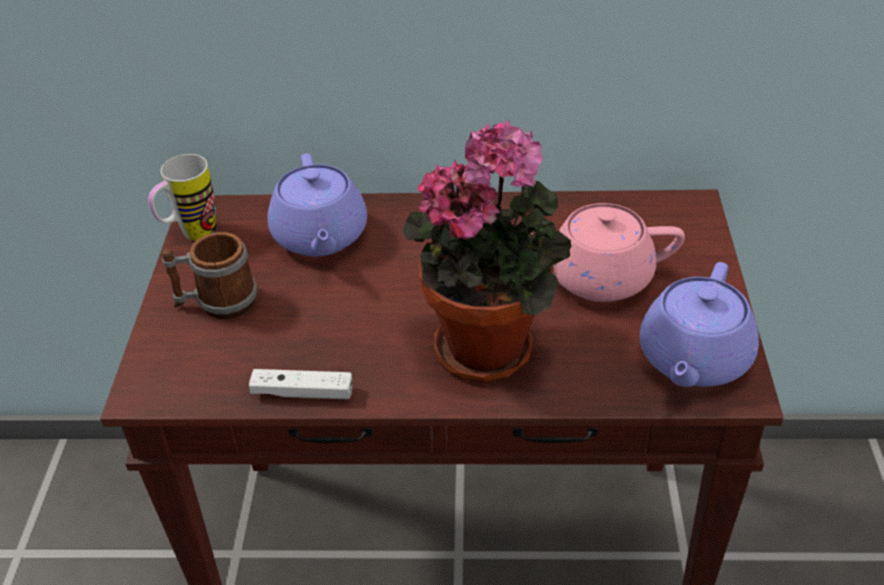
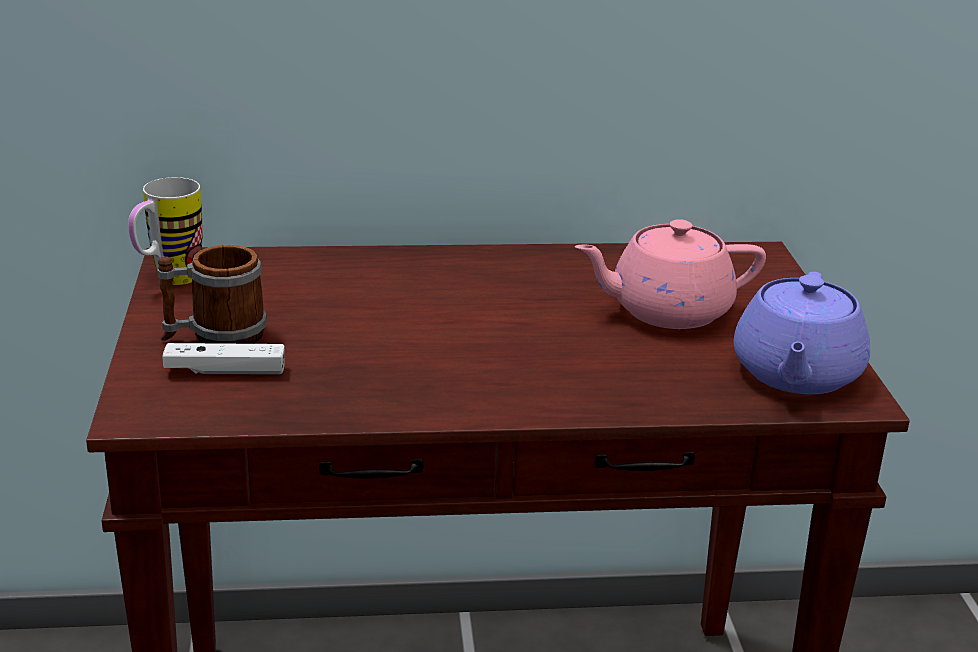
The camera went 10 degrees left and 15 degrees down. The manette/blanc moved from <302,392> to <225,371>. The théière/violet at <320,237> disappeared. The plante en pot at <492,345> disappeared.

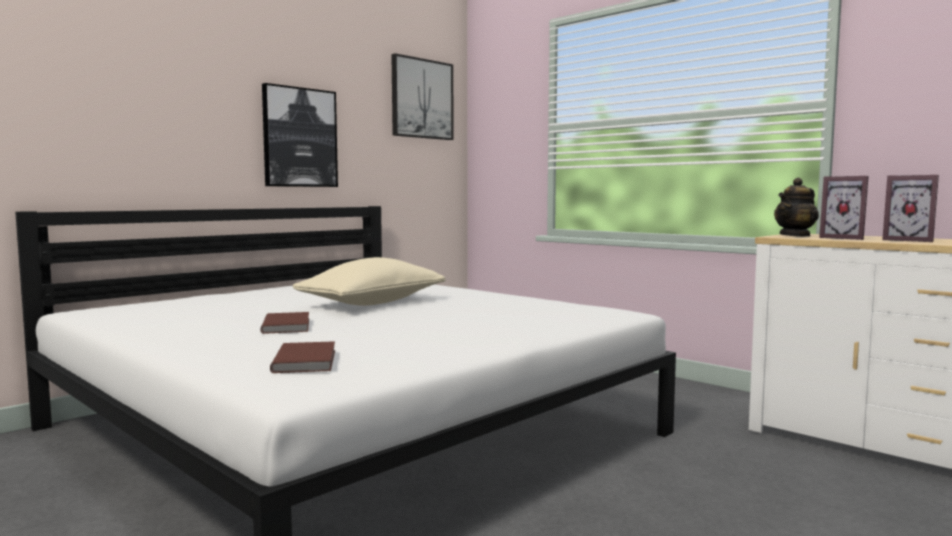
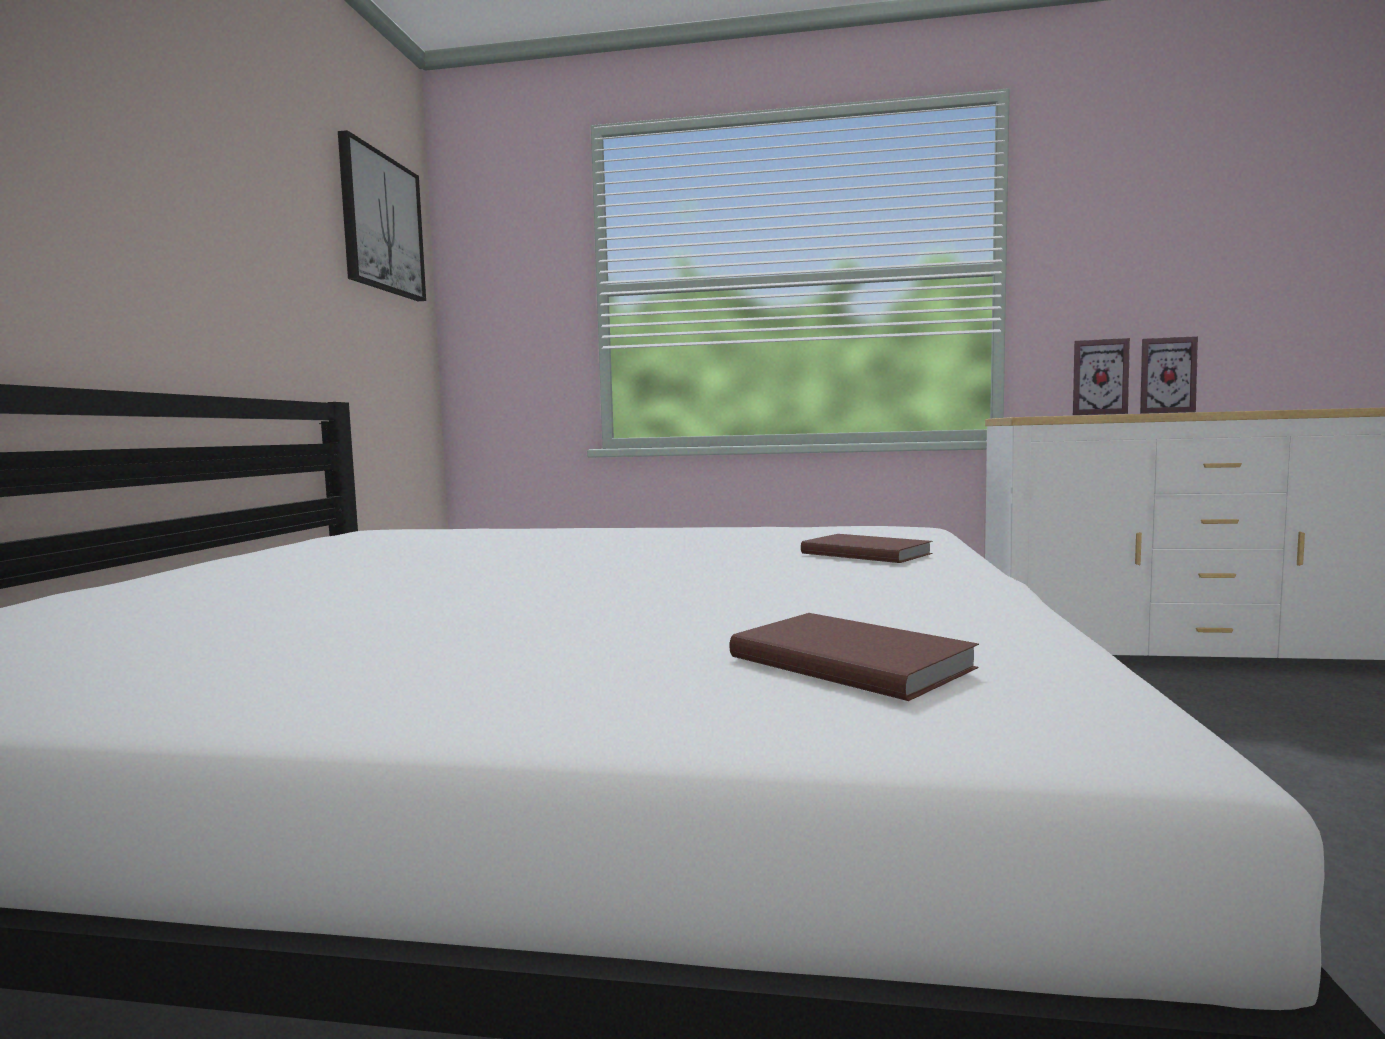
The camera went 35 degrees left and 0 degrees up. The livre/marron moved from <288,325> to <865,553>. The tableau at <299,137> disappeared. The coussin/beige at <372,303> disappeared. The théière at <795,235> disappeared.

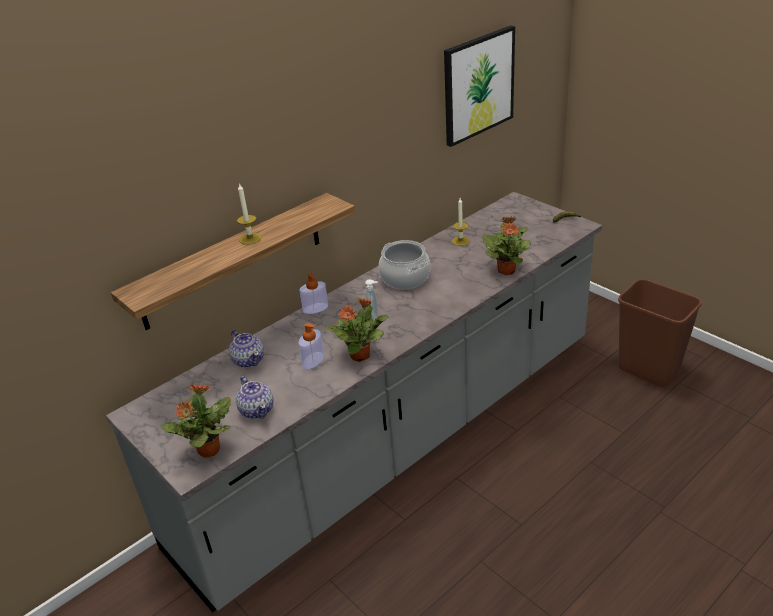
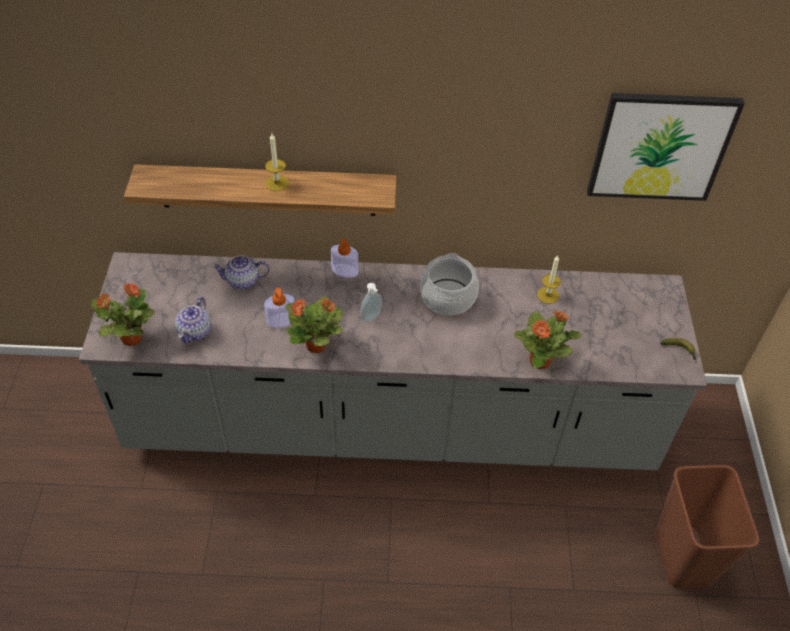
The camera went 40 degrees right and 15 degrees up. The théière at <248,360> turned 75 degrees clockwise.

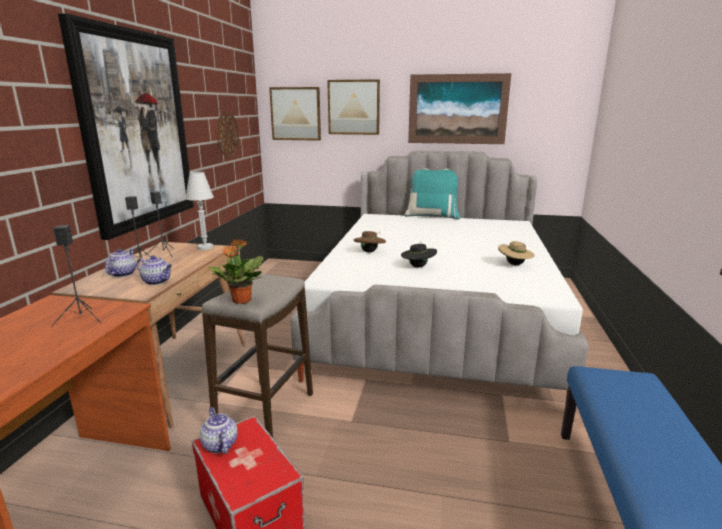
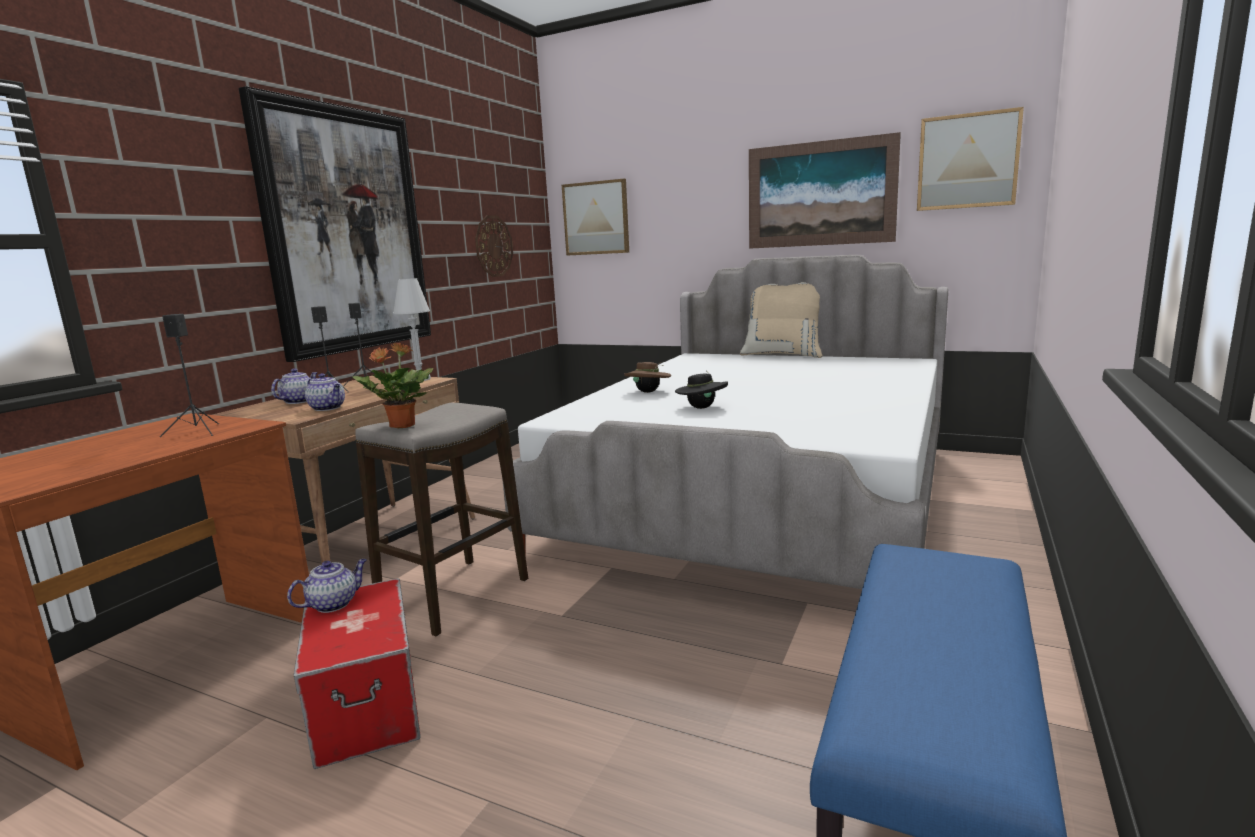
The camera went 15 degrees right and 5 degrees down. The théière at <219,444> turned 60 degrees clockwise. The coussin/turquoise at <432,216> became the coussin/beige at <783,354>. The tableau moved from <354,107> to <967,161>. The chapeau/beige at <514,264> disappeared.

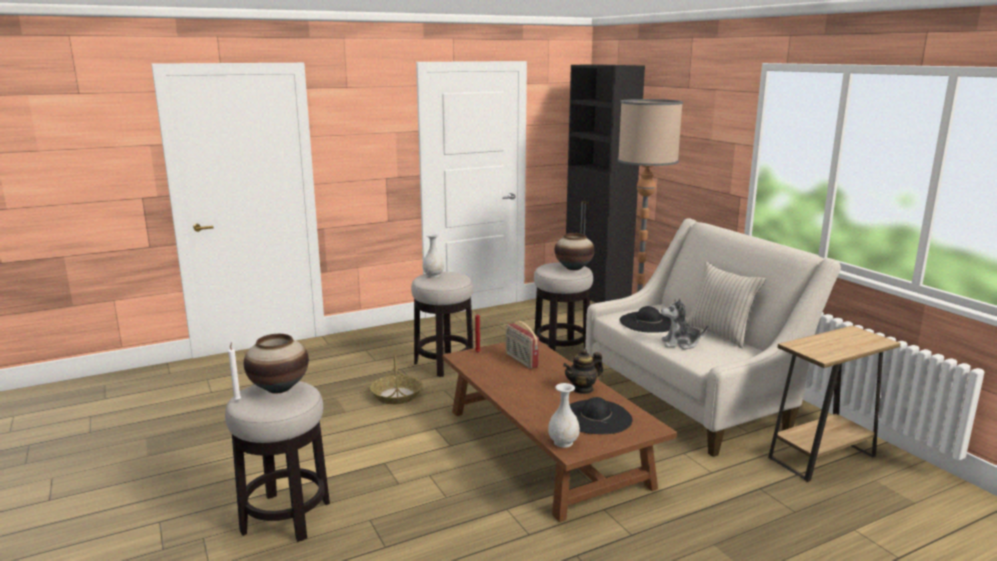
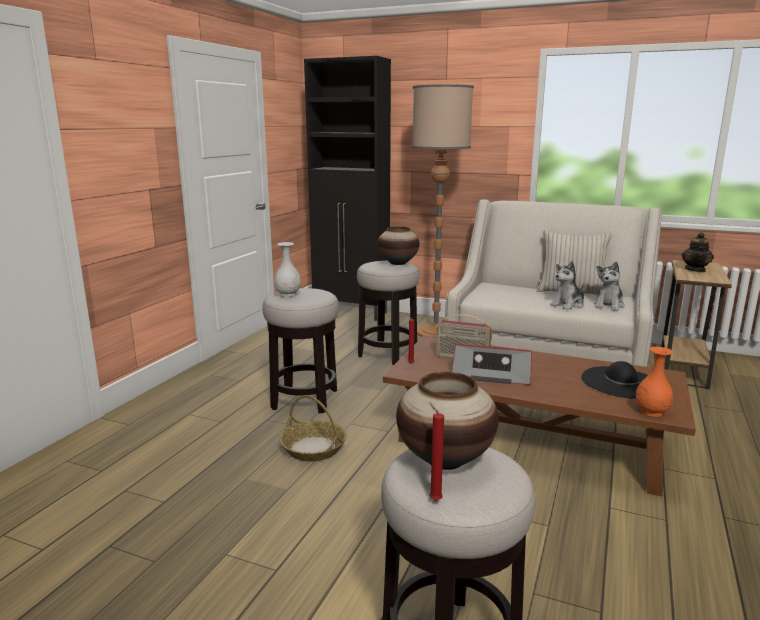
The camera went 40 degrees left and 0 degrees up. The bougie/blanc at <237,400> became the bougie/rouge at <434,499>. The radio at <491,374> appeared. The peluche at <608,305> appeared. The vase/blanc at <563,442> became the vase/orange at <651,411>. The théière moved from <582,389> to <695,270>. The chapeau/noir at <648,322> disappeared.

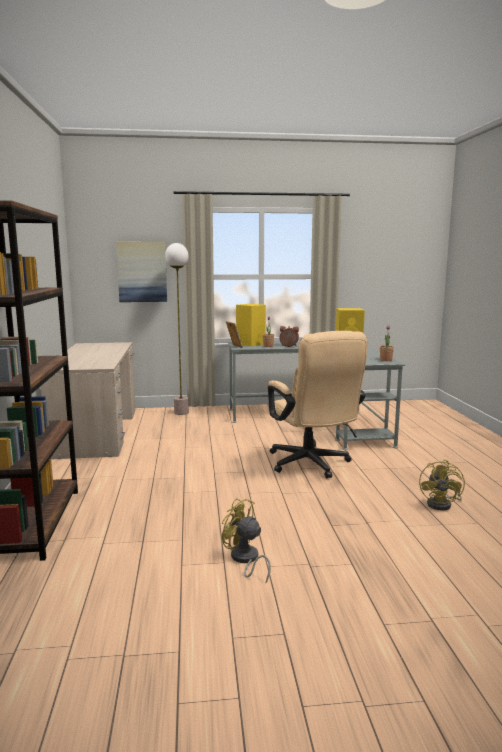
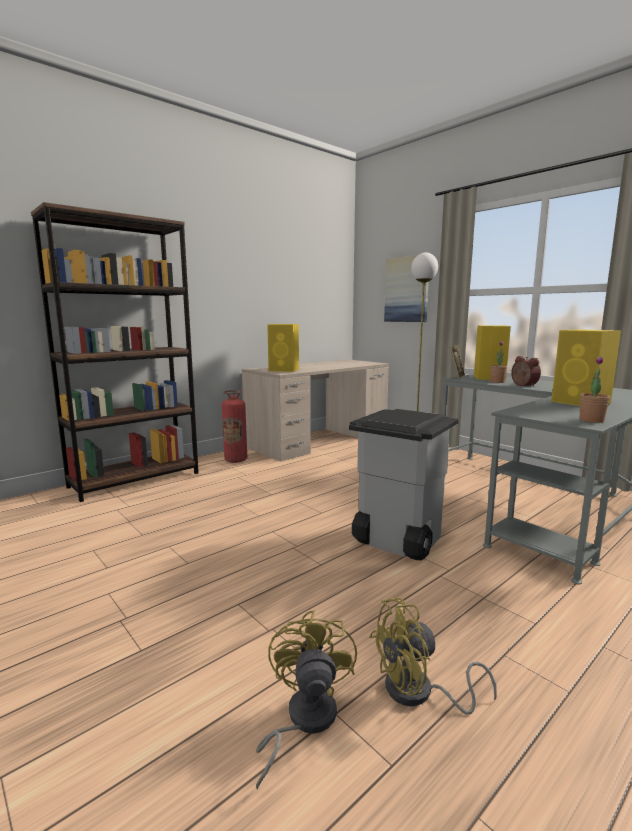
The camera went 55 degrees right and 0 degrees up. The extincteur at <236,460> appeared. The ventilateur/jaune moved from <245,560> to <303,720>. The enceinte/jaune at <284,370> appeared. The chaise de bureau/beige at <312,465> was replaced by the poubelle/gris at <396,540>.

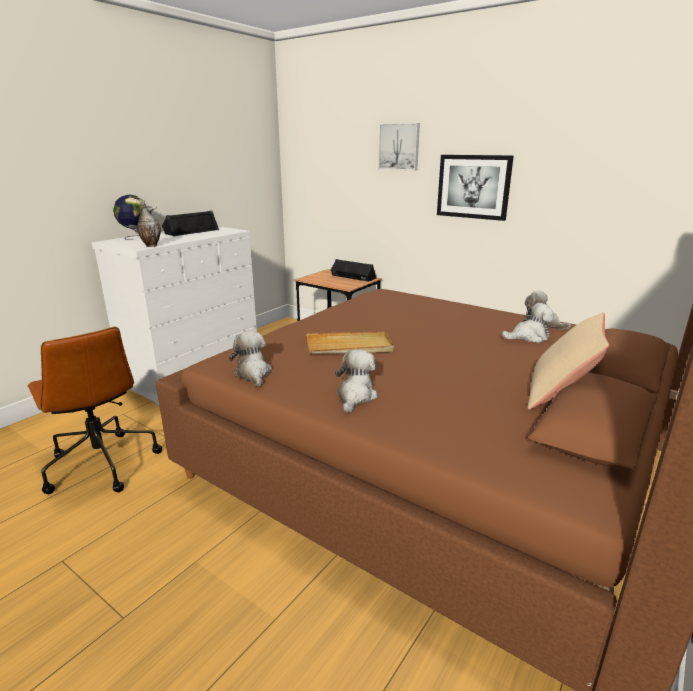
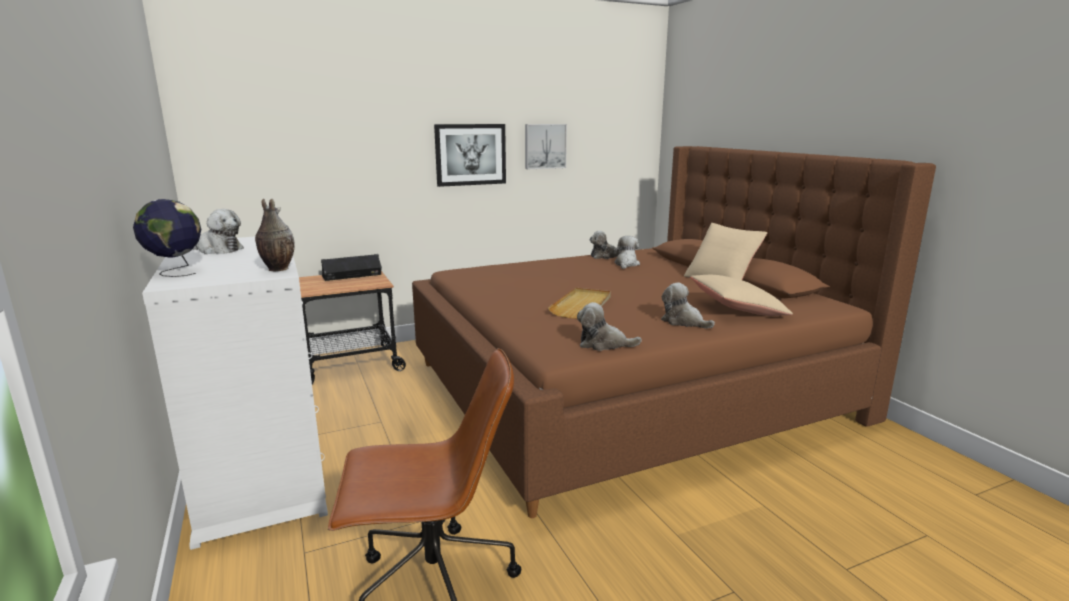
The camera went 60 degrees left and 5 degrees down. The enceinte/noir at <191,231> was replaced by the peluche at <217,250>. The tableau moved from <399,146> to <544,146>. The coussin/beige at <737,309> appeared.

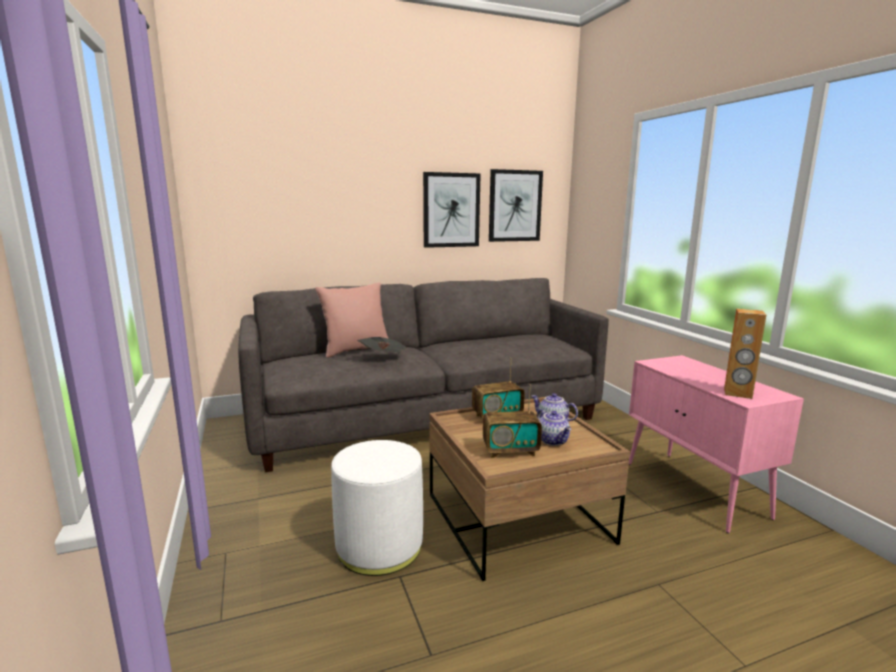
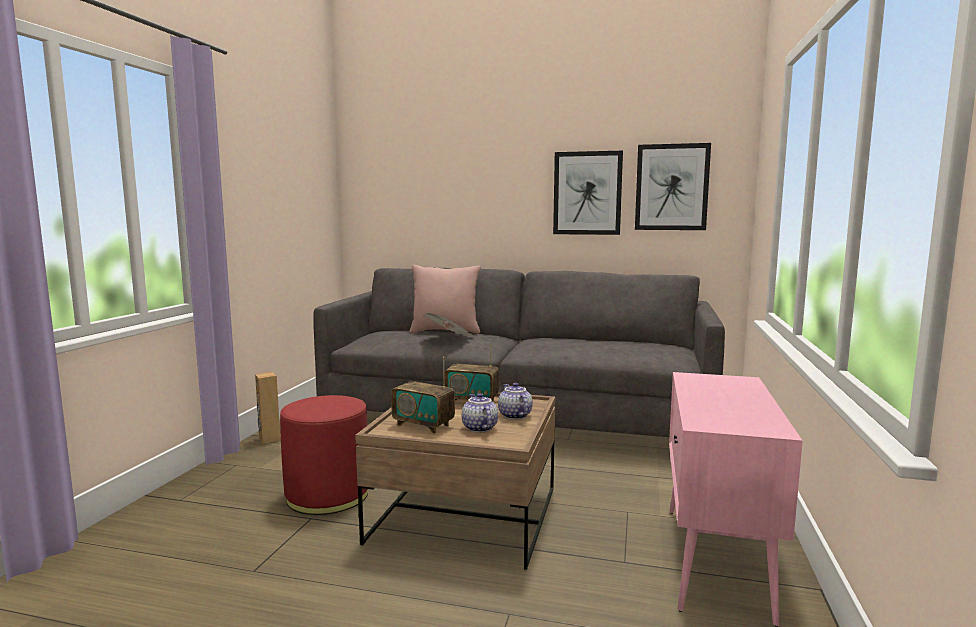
The camera went 35 degrees right and 5 degrees down. The enceinte/marron moved from <737,393> to <269,439>. The pouf/blanc at <379,546> became the pouf/rouge at <328,495>. The théière at <553,441> turned 150 degrees clockwise.

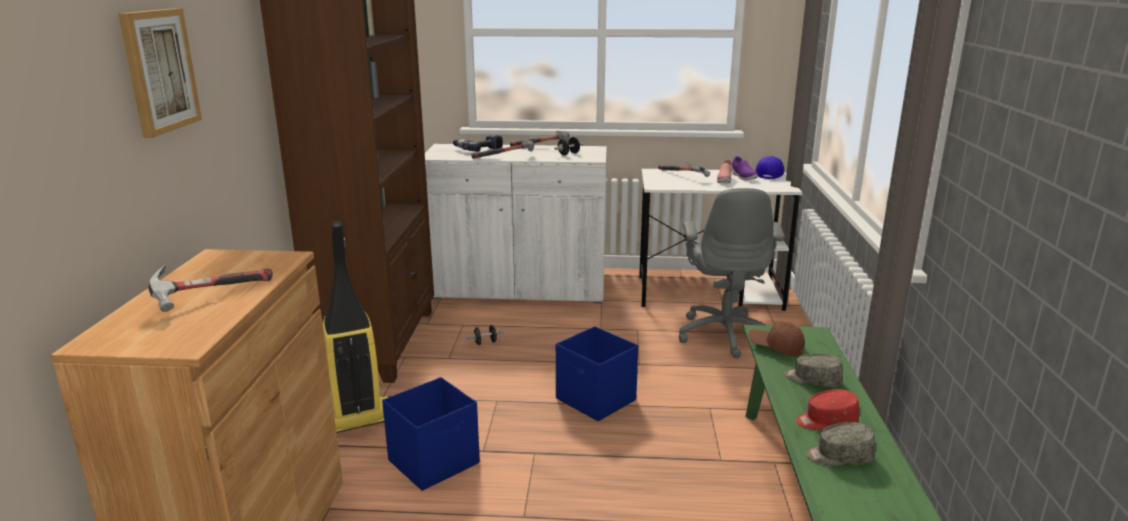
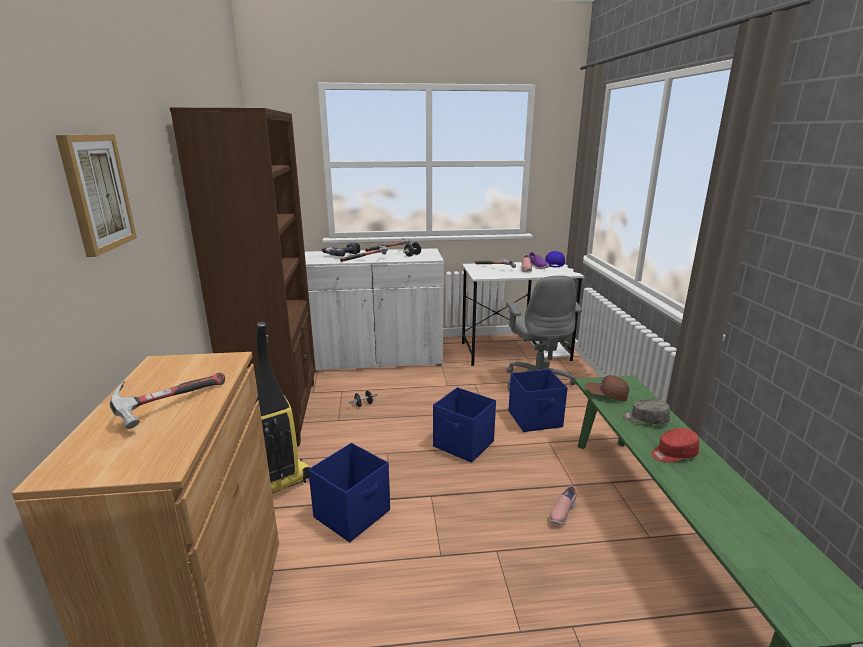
The camera went 10 degrees left and 0 degrees up. The boîte de rangement/bleu at <535,419> appeared. The chaussure/rose at <562,513> appeared. The casquette/gris at <839,456> disappeared.

